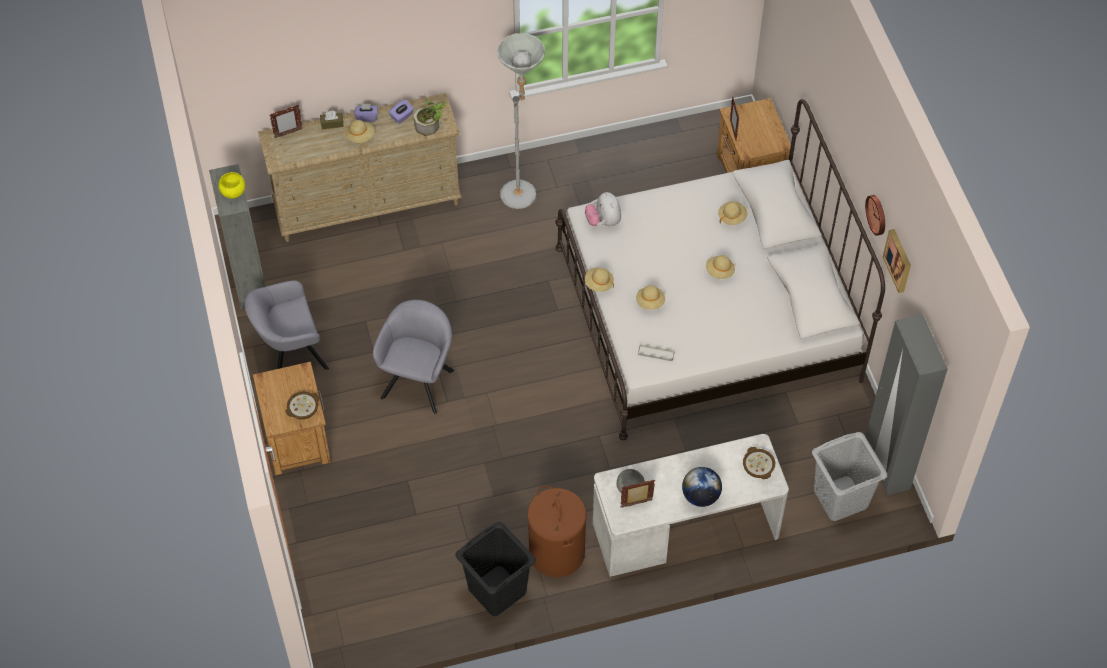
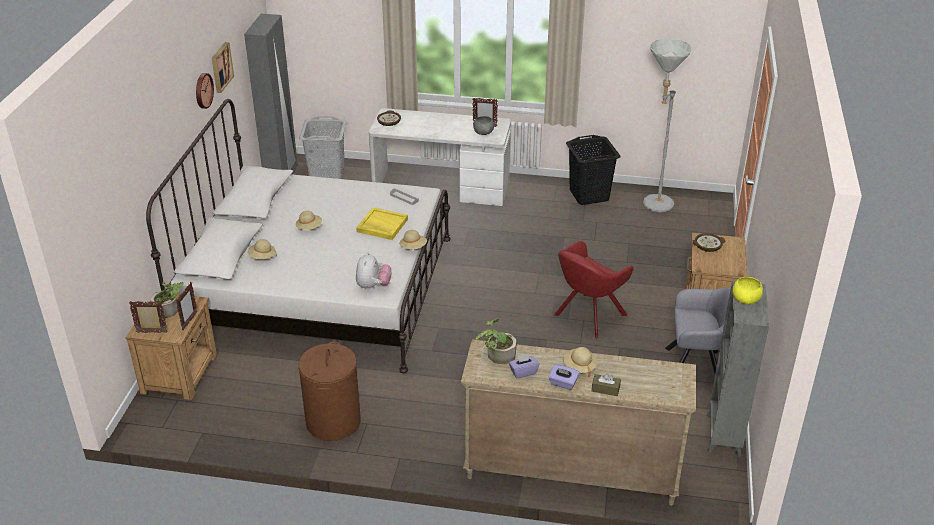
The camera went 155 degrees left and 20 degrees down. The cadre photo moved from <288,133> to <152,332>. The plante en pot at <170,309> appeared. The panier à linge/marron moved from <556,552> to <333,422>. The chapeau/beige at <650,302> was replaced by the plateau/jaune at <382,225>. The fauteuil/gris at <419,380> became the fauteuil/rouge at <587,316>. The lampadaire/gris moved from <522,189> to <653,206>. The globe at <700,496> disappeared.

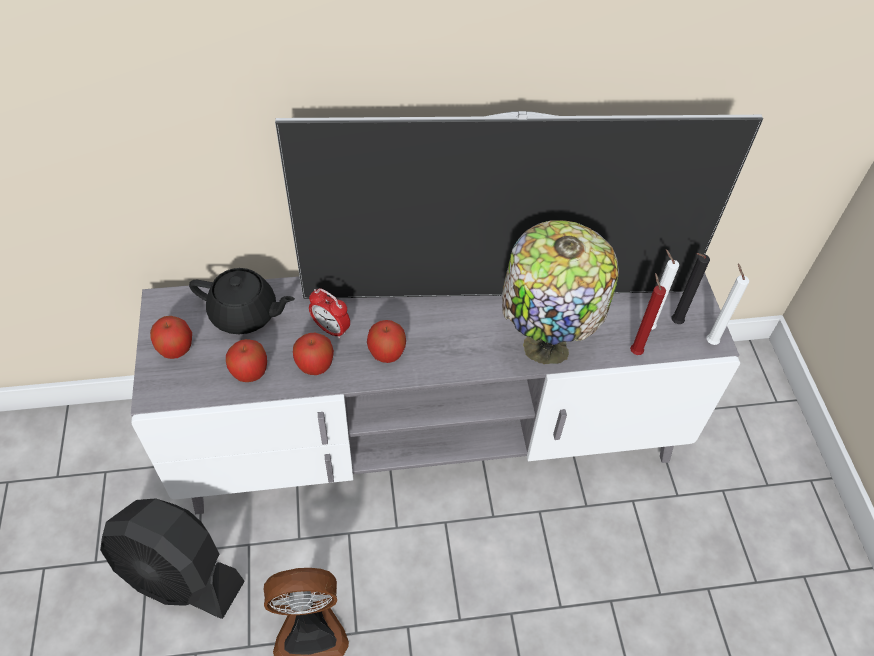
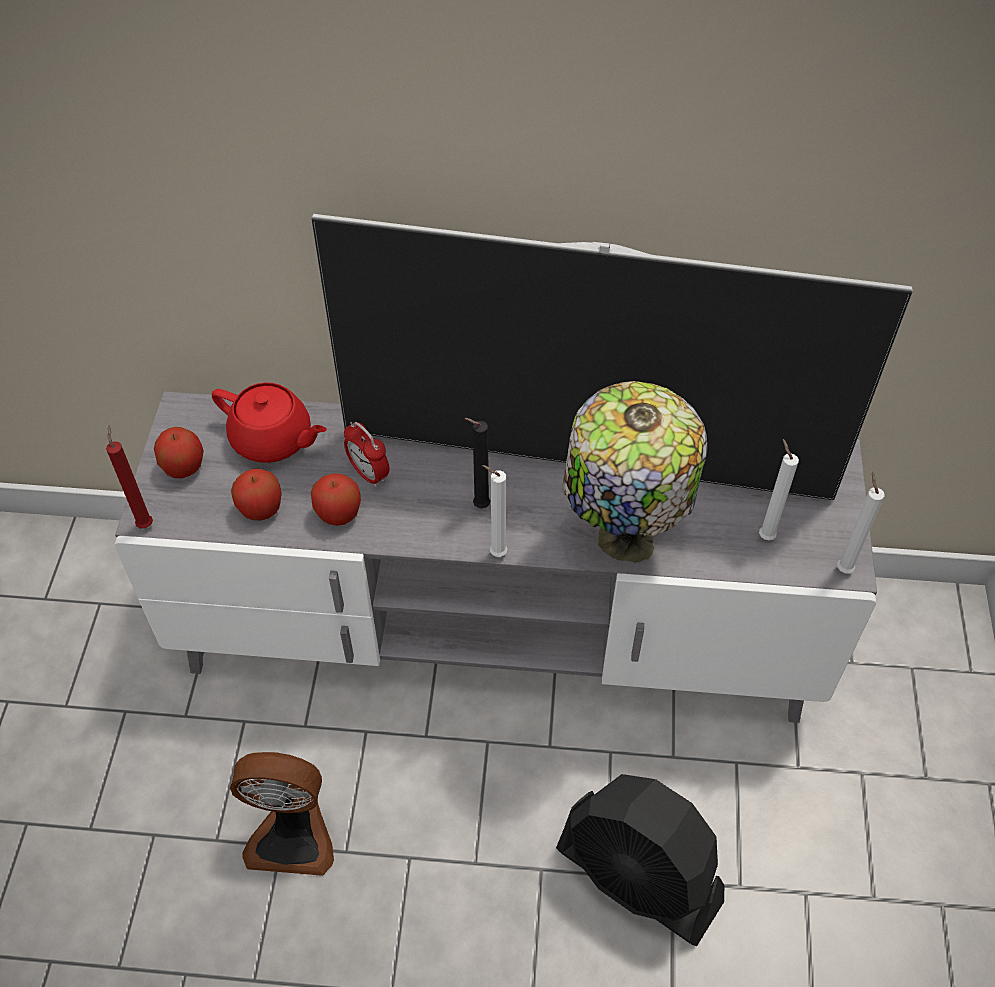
The camera went 15 degrees right and 0 degrees up. The bougie/rouge moved from <634,351> to <145,523>. The théière/noir at <245,314> became the théière/rouge at <273,440>. The bougie/noir moved from <674,322> to <478,505>. The bougie/blanc at <495,553> appeared. The ventilateur/noir moved from <180,576> to <638,877>. The pomme at <387,353> disappeared.

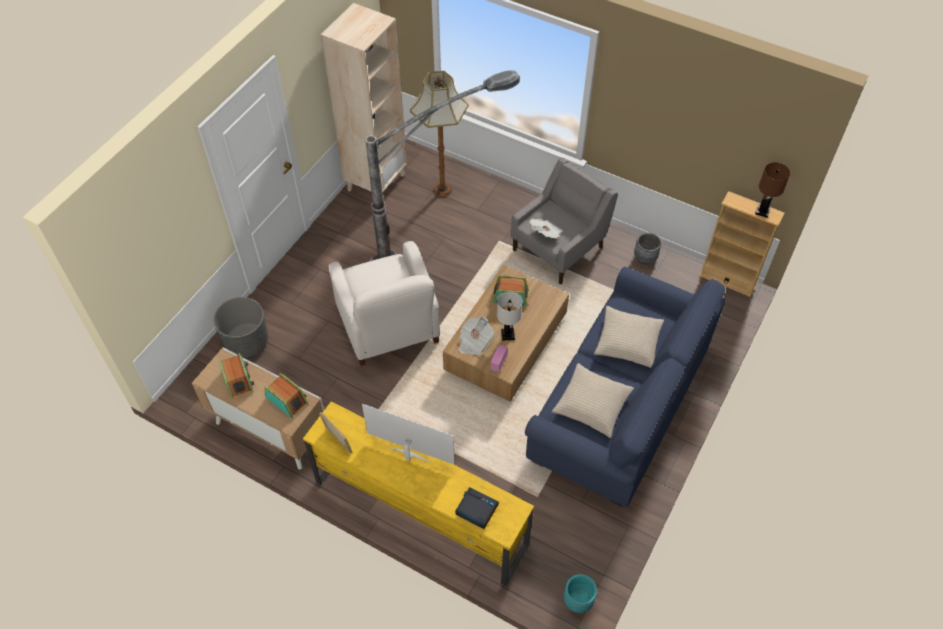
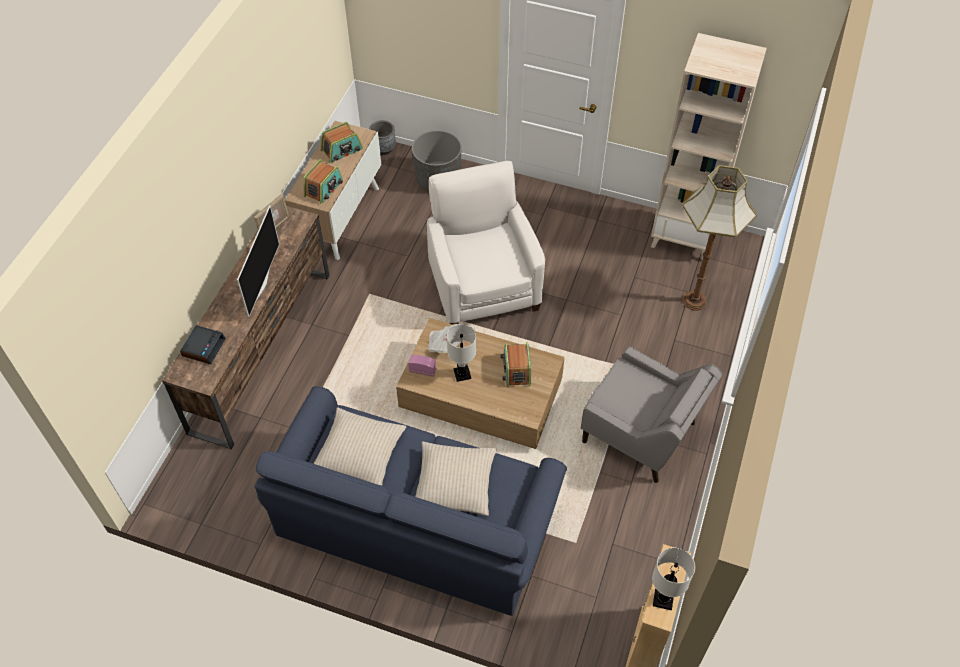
The camera went 80 degrees right and 0 degrees up. The meuble télé/jaune at <419,512> became the meuble télé/marron at <262,350>. The cache-pot/gris moved from <645,258> to <383,148>. The fauteuil/blanc at <388,325> turned 105 degrees clockwise. The lampe de table/marron at <762,211> became the lampe de table/blanc at <662,599>. The lampadaire at <443,237> disappeared. The journal at <546,234> disappeared. The cache-pot/turquoise at <578,600> disappeared.

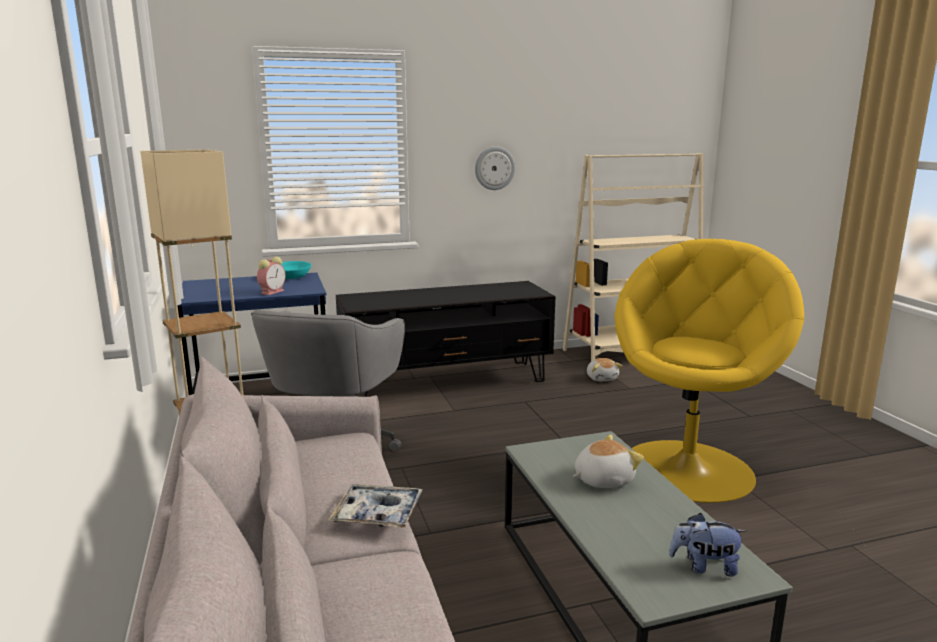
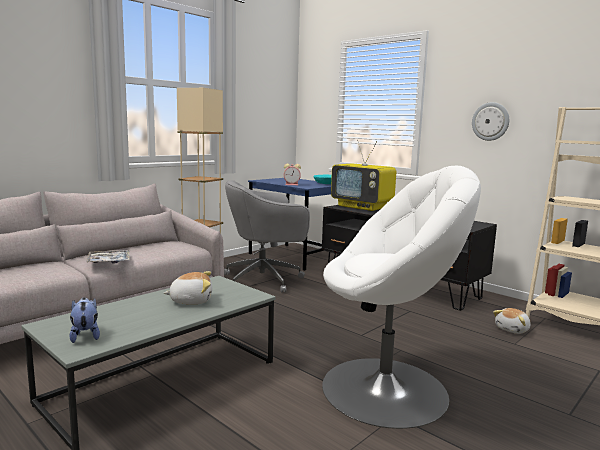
The camera went 60 degrees right and 5 degrees down. The peluche at <602,479> turned 45 degrees counterclockwise. The fauteuil/jaune at <688,468> became the fauteuil/blanc at <386,390>. The téléviseur at <362,207> appeared.

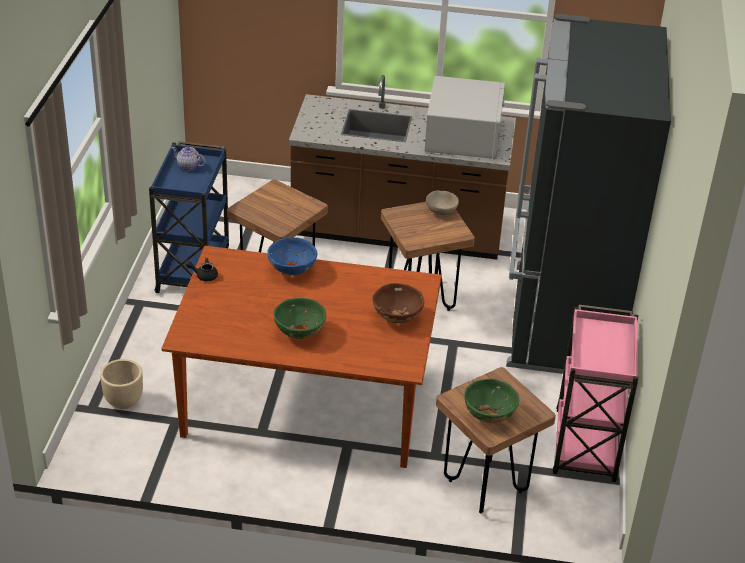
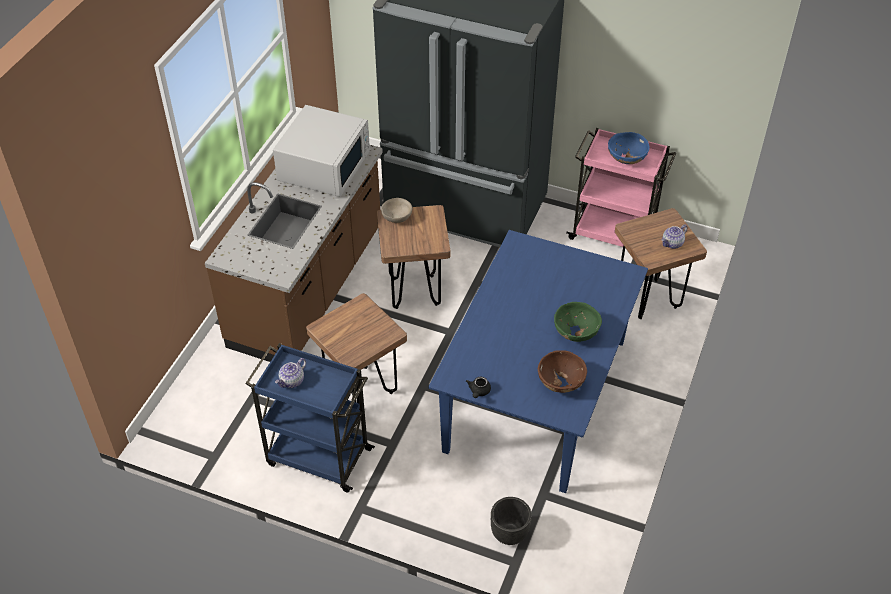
The camera went 75 degrees left and 10 degrees up. The micro-ondes/blanc at <463,136> turned 90 degrees clockwise. The table à manger/marron at <304,404> became the table à manger/bleu at <537,396>. The cache-pot/beige at <123,402> became the cache-pot/noir at <510,534>. The bol/marron moved from <396,318> to <560,383>. The bol/bleu moved from <292,270> to <626,159>. The bol/vert at <489,416> was replaced by the théière at <672,244>.

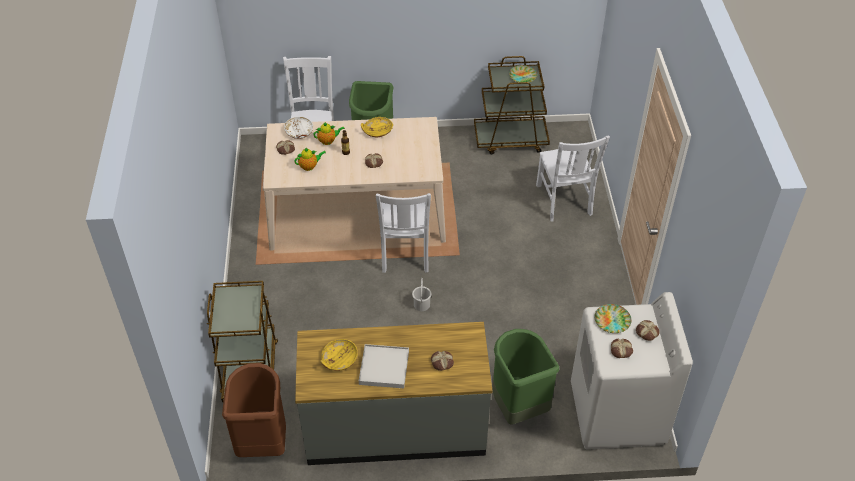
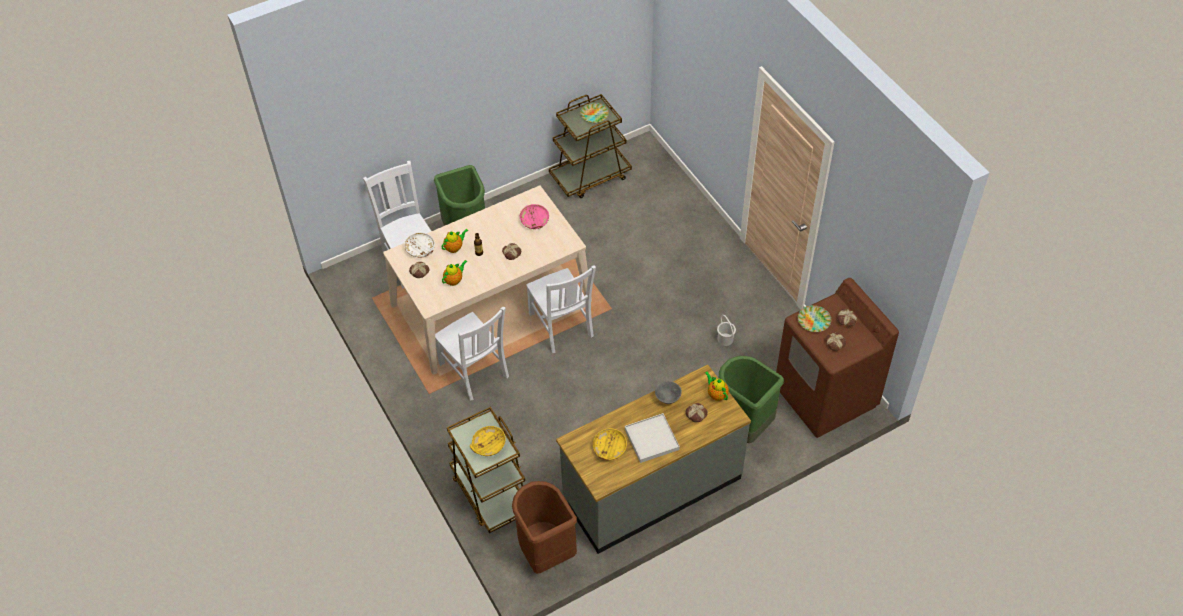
The camera went 25 degrees left and 5 degrees up. The chaise/blanc moved from <564,201> to <475,372>. The bol/jaune moved from <377,131> to <488,445>. The bol/rose at <534,221> appeared. The bol/gris at <667,398> appeared. The théière at <716,394> appeared. The seau/blanc moved from <422,304> to <725,339>. The lave-linge/blanc at <617,414> became the lave-linge/marron at <825,396>.

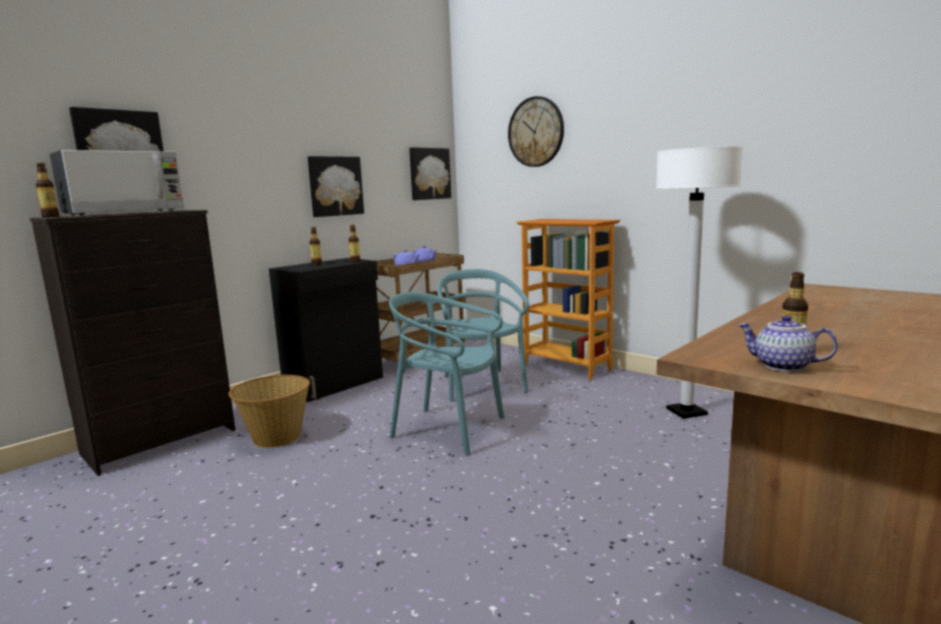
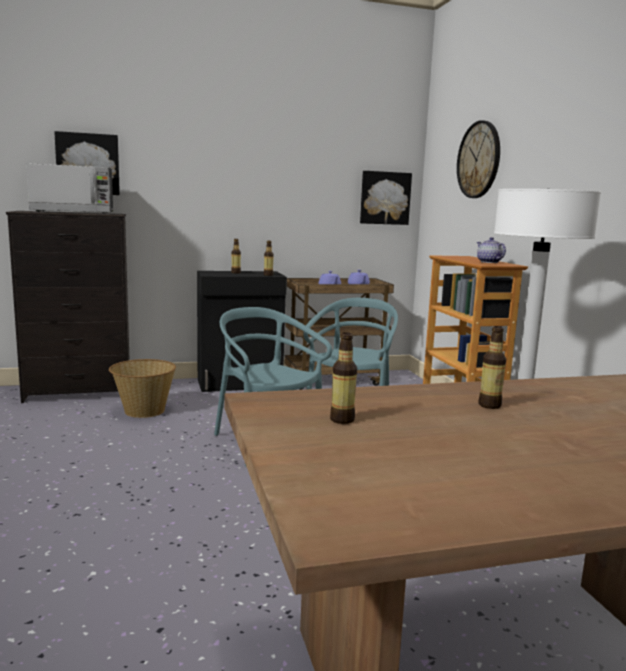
The camera went 30 degrees right and 0 degrees up. The théière moved from <782,366> to <488,262>. The bouteille moved from <50,216> to <489,405>. The tableau at <335,186> disappeared.

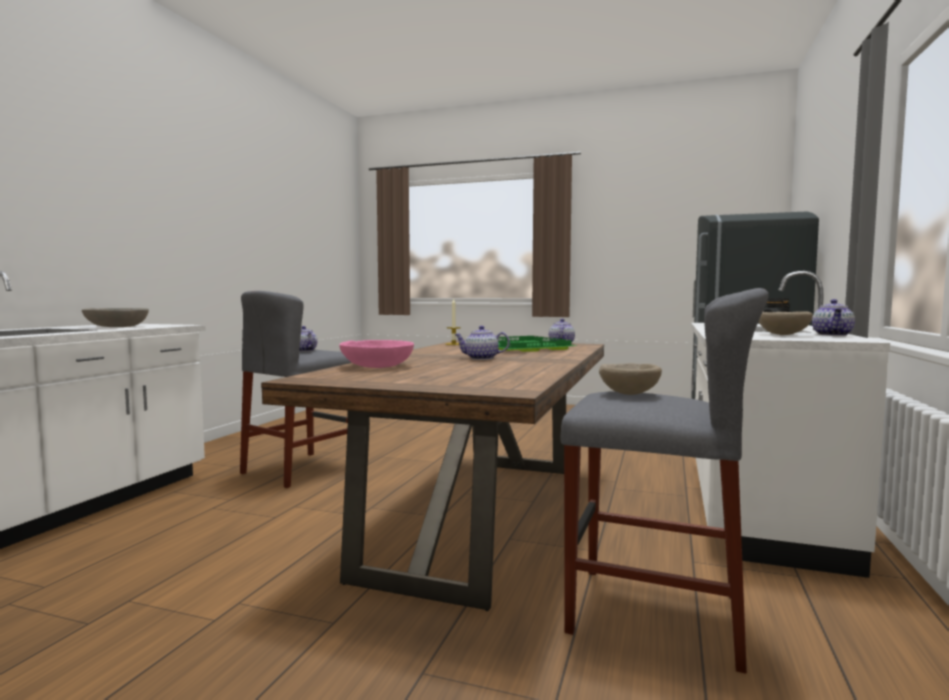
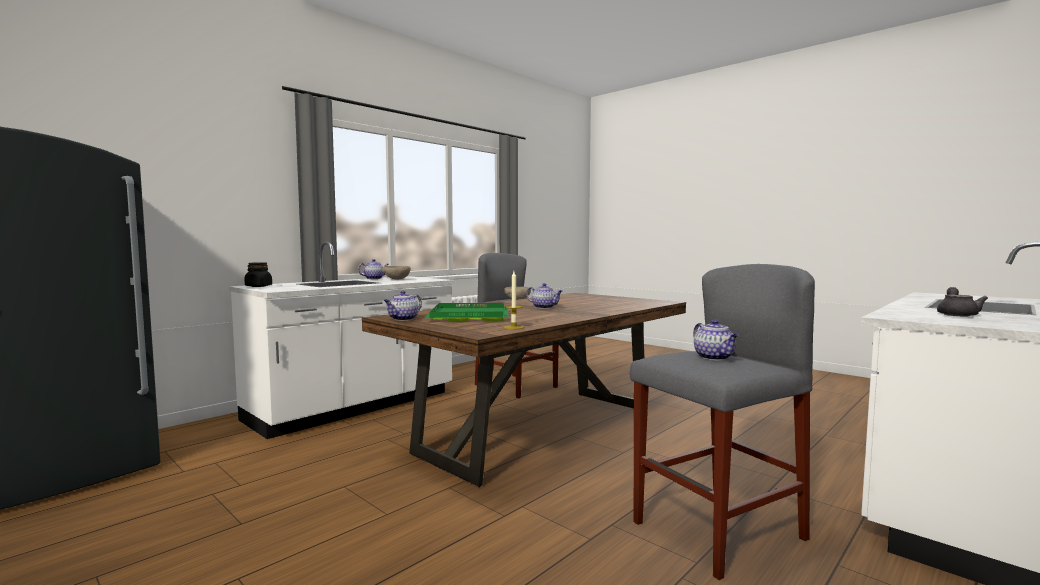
The camera went 155 degrees left and 0 degrees up. The bol/gris at <116,327> was replaced by the théière/gris at <957,314>. The bol/rose at <376,366> disappeared.

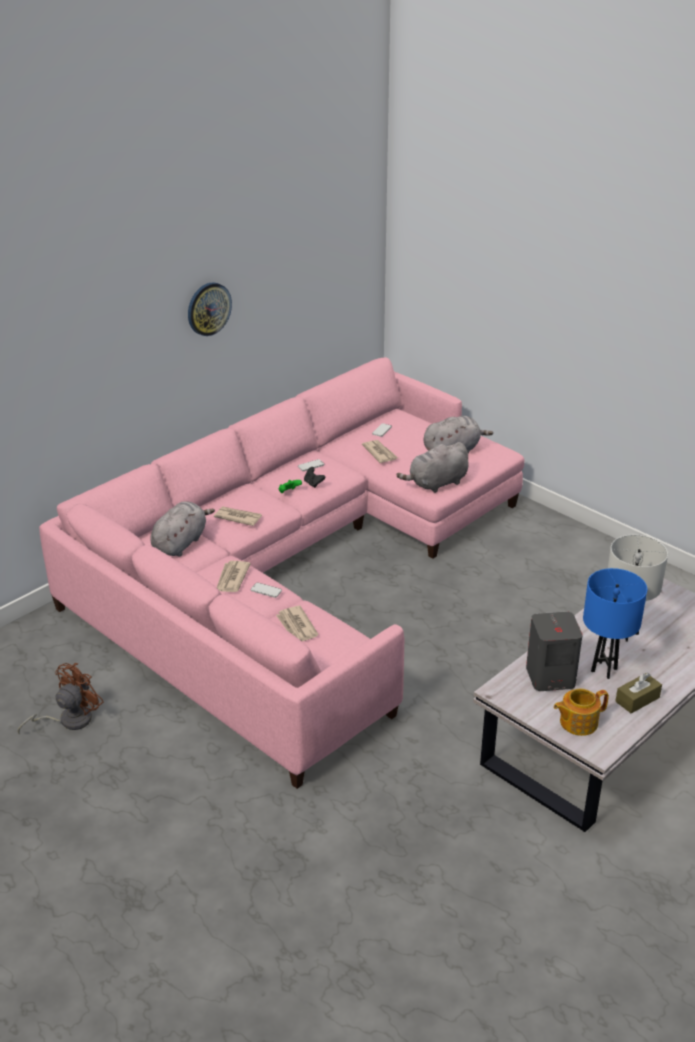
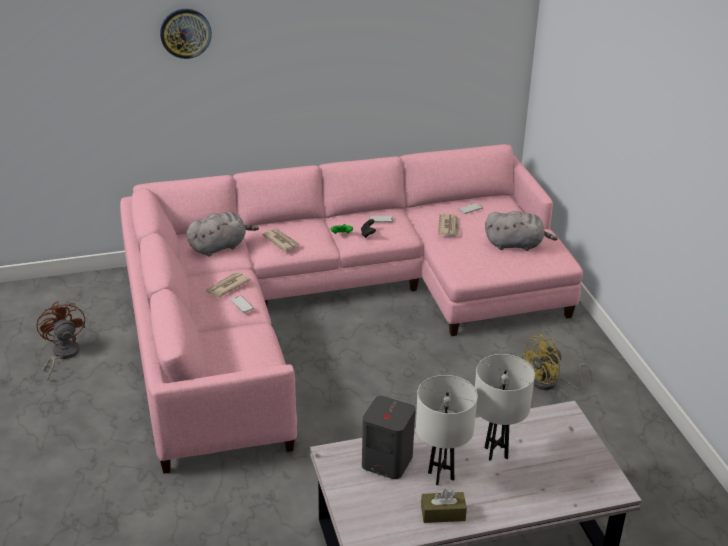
The camera went 30 degrees right and 0 degrees up. The ventilateur/marron at <68,720> turned 90 degrees counterclockwise. The horloge murale moved from <208,308> to <185,33>. The lampe de table/bleu at <604,670> became the lampe de table/blanc at <441,476>. The ventilateur/jaune at <550,383> appeared. The journal at <296,627> disappeared. The peluche/gris at <436,484> disappeared. The théière at <577,722> disappeared.

